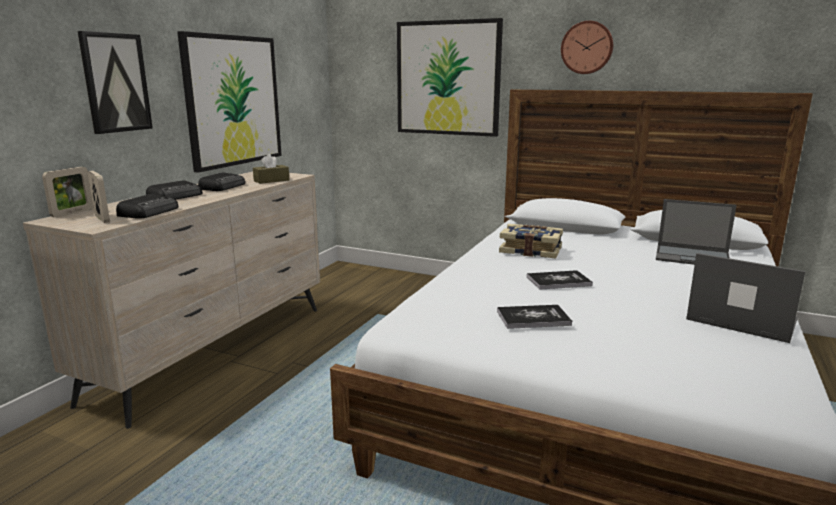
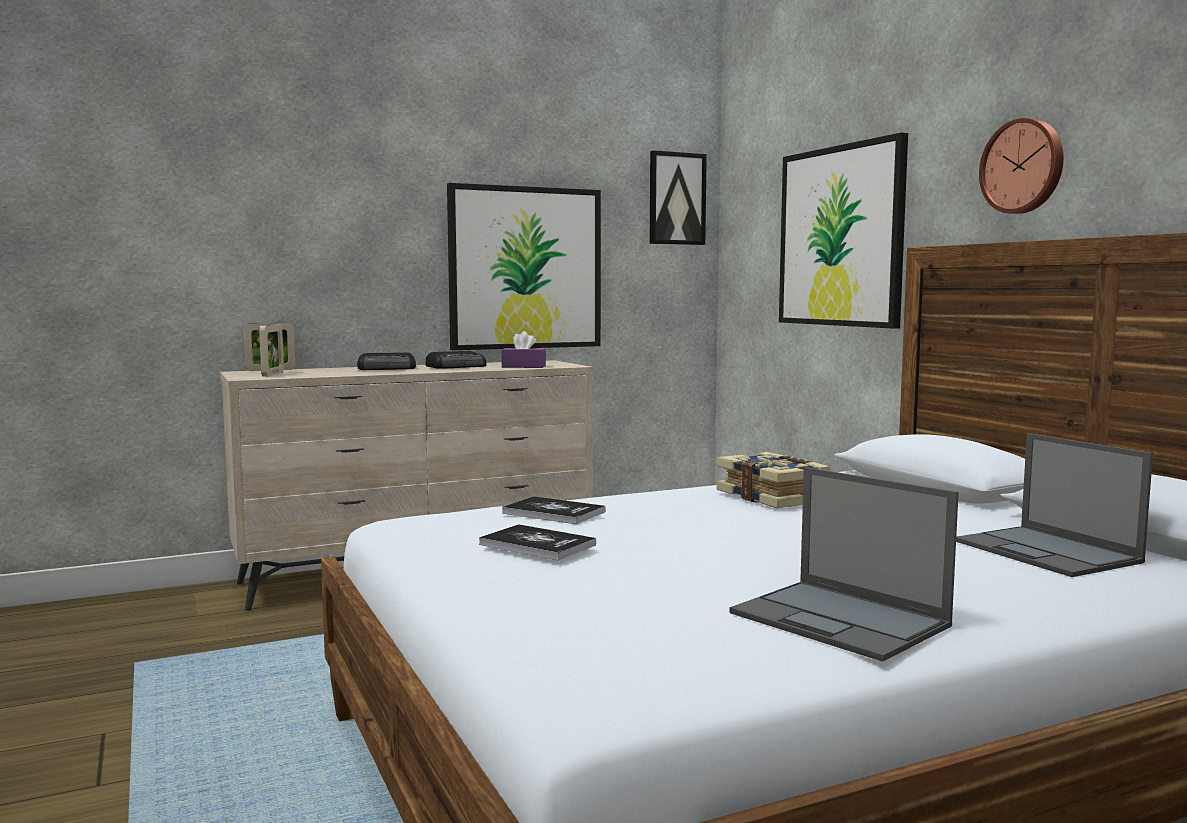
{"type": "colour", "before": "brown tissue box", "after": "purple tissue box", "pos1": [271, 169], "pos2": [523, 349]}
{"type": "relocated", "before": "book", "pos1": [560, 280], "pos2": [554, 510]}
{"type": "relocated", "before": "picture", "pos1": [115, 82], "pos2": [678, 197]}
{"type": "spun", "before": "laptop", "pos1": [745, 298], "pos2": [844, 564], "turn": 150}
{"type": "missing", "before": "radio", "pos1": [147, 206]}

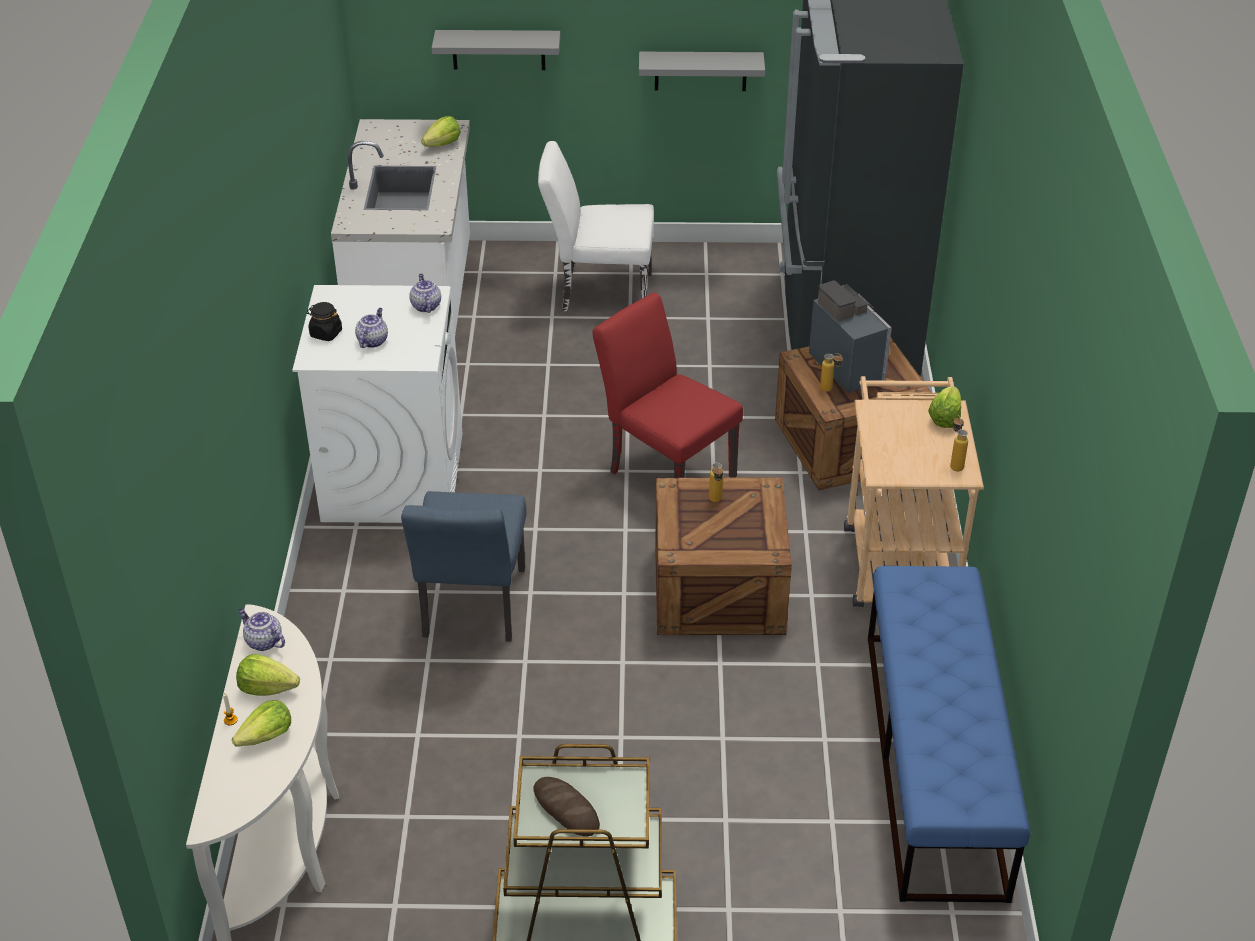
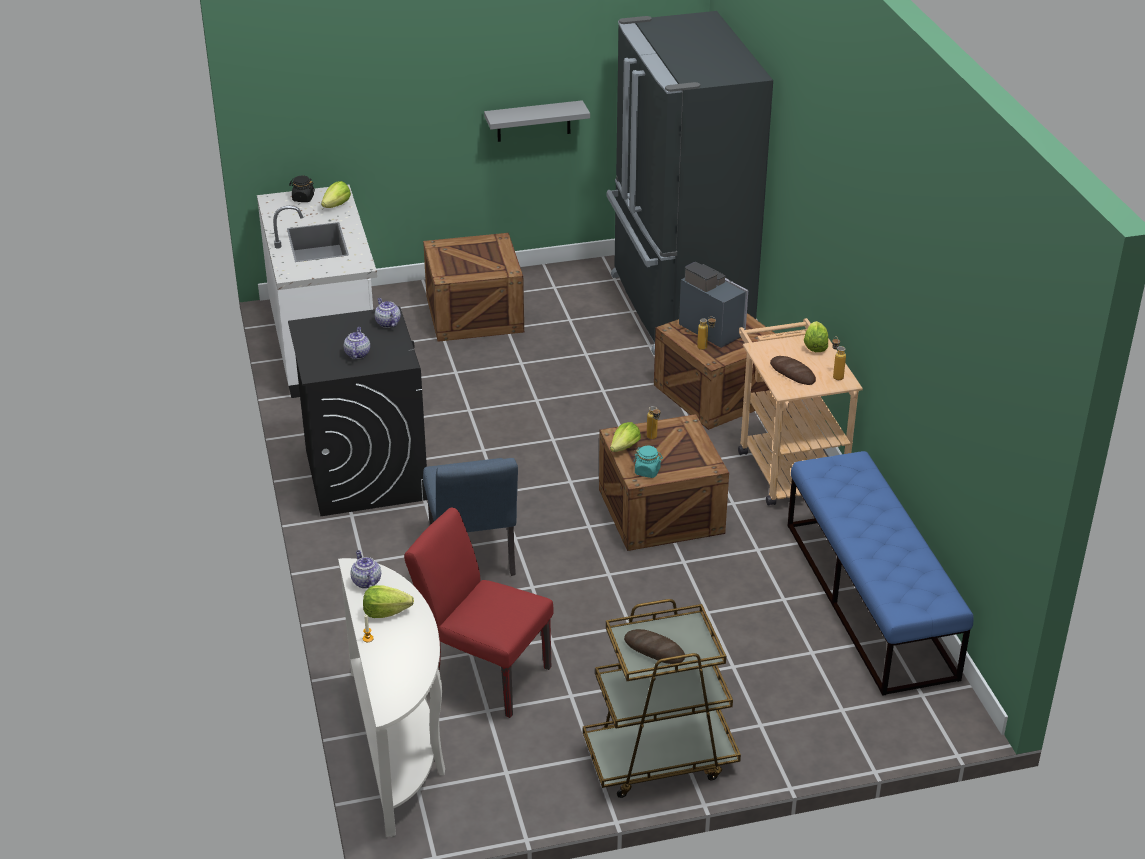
{"type": "colour", "before": "white washing machine", "after": "black washing machine", "pos1": [377, 404], "pos2": [358, 411]}
{"type": "relocated", "before": "black jar", "pos1": [324, 321], "pos2": [302, 189]}
{"type": "spun", "before": "teapot", "pos1": [261, 630], "pos2": [365, 569], "turn": 45}
{"type": "relocated", "before": "red chair", "pos1": [667, 385], "pos2": [478, 612]}
{"type": "exchanged", "before": "white chair", "after": "crate", "pos1": [596, 226], "pos2": [473, 287]}
{"type": "relocated", "before": "lettuce", "pos1": [261, 723], "pos2": [625, 437]}
{"type": "appeared", "after": "turquoise jar", "pos2": [648, 462]}
{"type": "appeared", "after": "bread", "pos2": [793, 370]}
{"type": "missing", "before": "grey shelf", "pos1": [496, 50]}

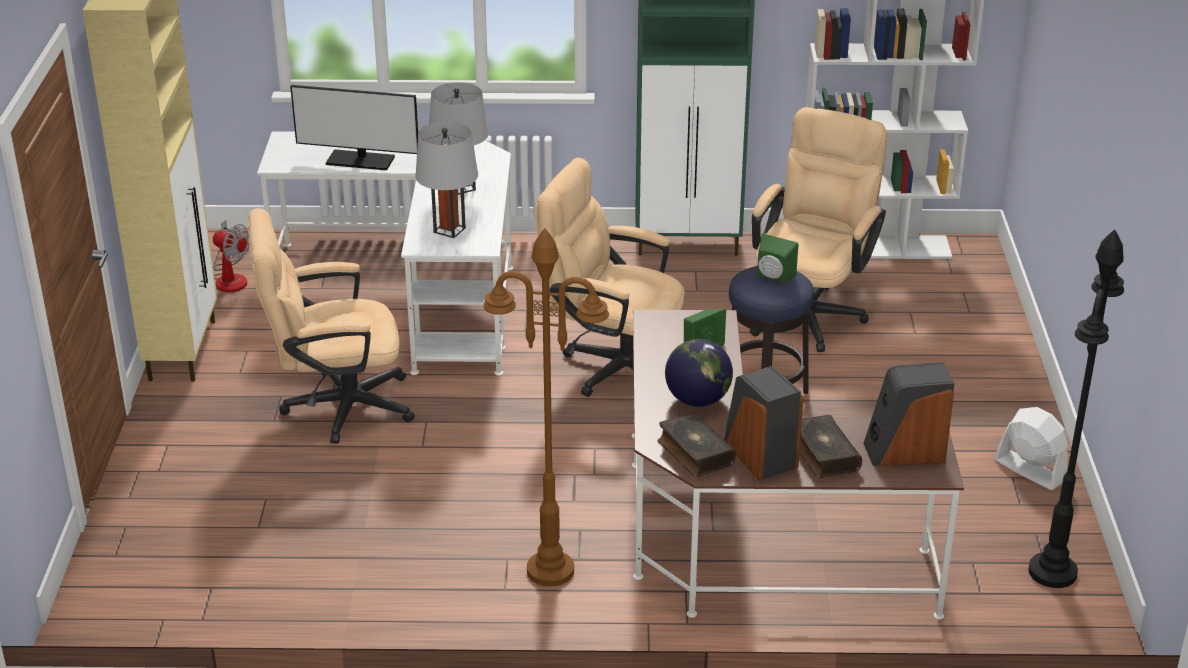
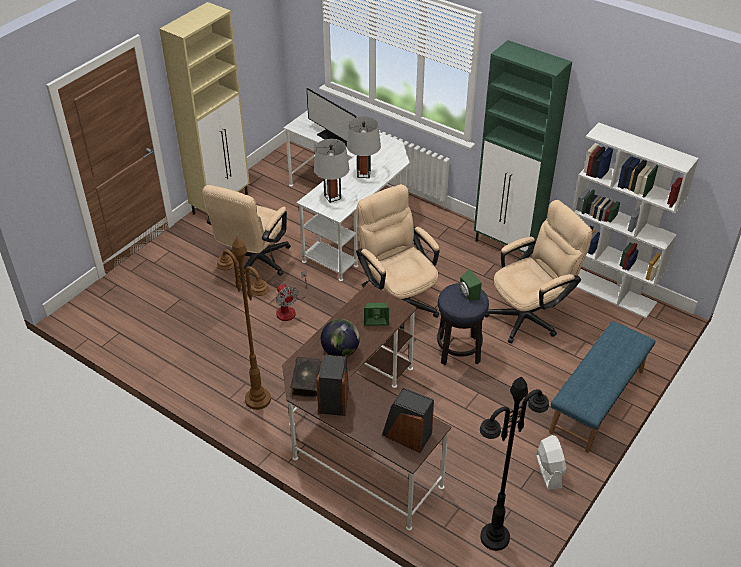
{"type": "spun", "before": "beige office chair", "pos1": [331, 326], "pos2": [246, 232], "turn": -90}
{"type": "relocated", "before": "fan", "pos1": [231, 256], "pos2": [292, 296]}
{"type": "appeared", "after": "blue bench", "pos2": [602, 387]}
{"type": "missing", "before": "book", "pos1": [830, 446]}

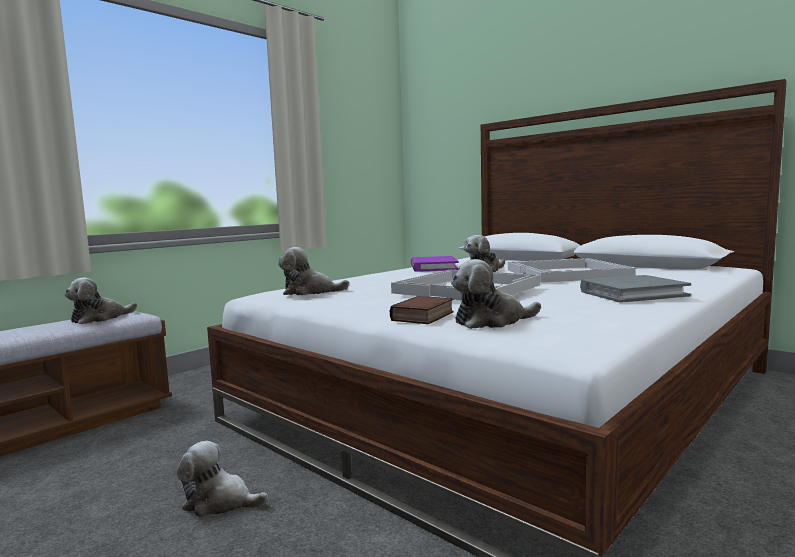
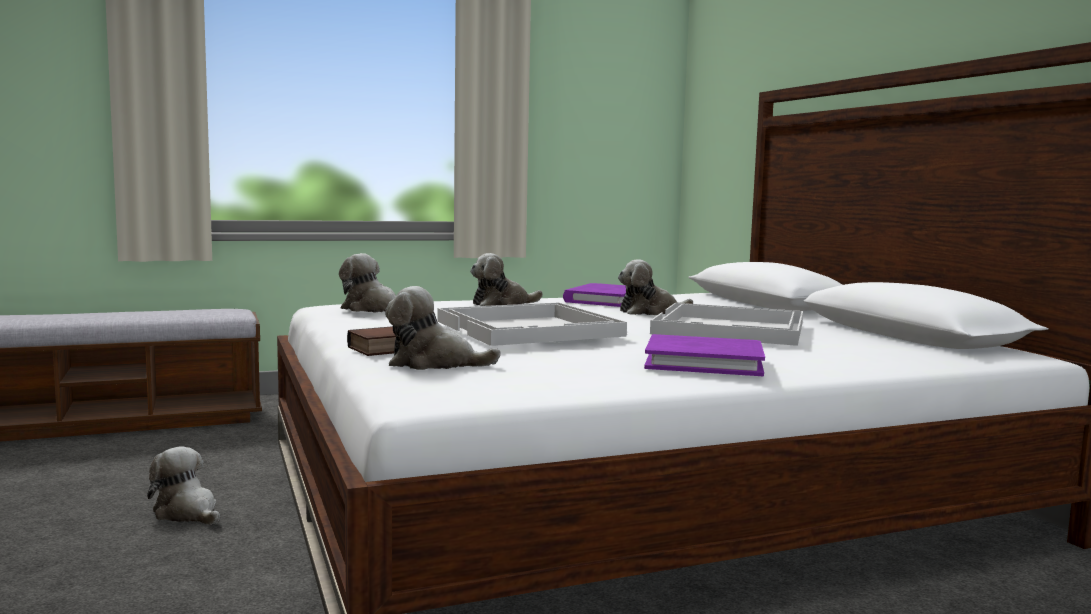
{"type": "relocated", "before": "plush toy", "pos1": [101, 300], "pos2": [506, 279]}
{"type": "colour", "before": "grey book", "after": "purple book", "pos1": [635, 289], "pos2": [704, 355]}

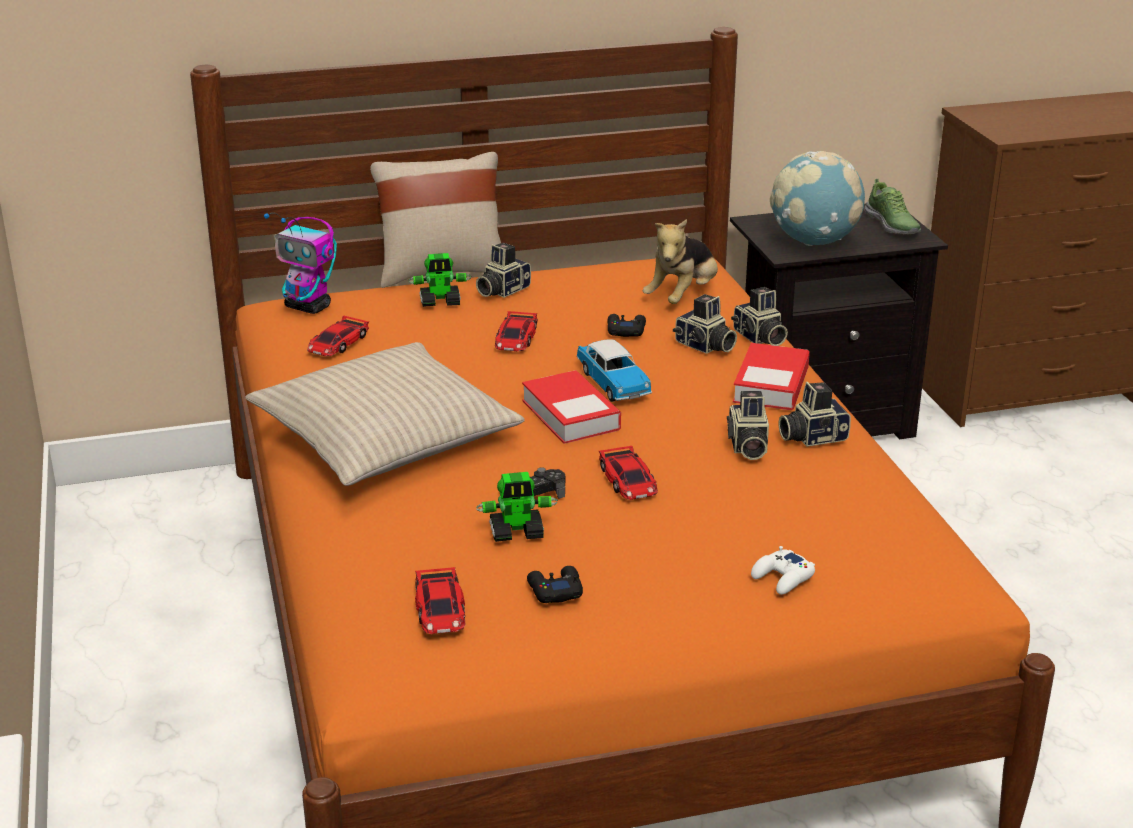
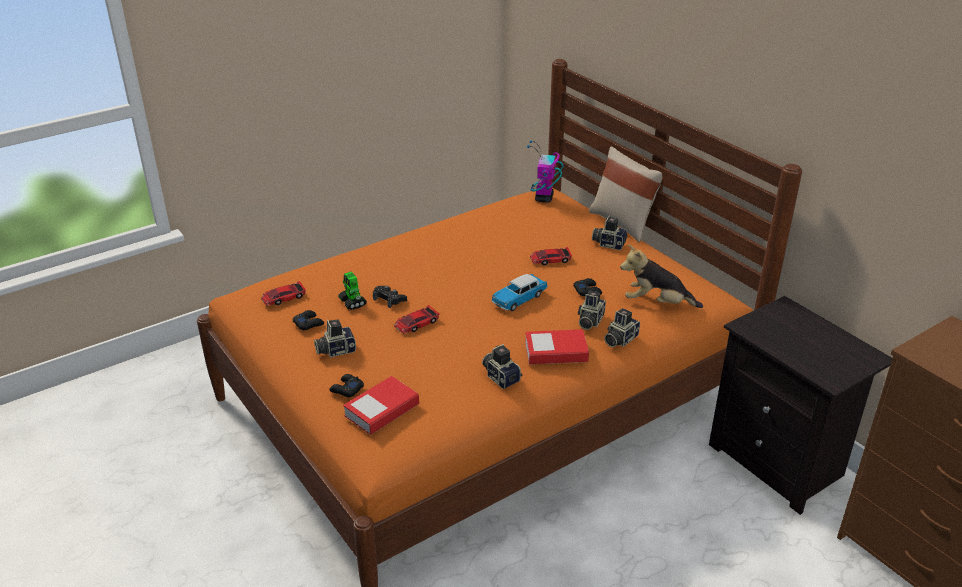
{"type": "relocated", "before": "photo camera", "pos1": [748, 425], "pos2": [335, 338]}
{"type": "colour", "before": "white game controller", "after": "black game controller", "pos1": [783, 570], "pos2": [346, 385]}
{"type": "relocated", "before": "book", "pos1": [571, 407], "pos2": [381, 405]}
{"type": "missing", "before": "beige pillow", "pos1": [385, 414]}
{"type": "missing", "before": "toy car", "pos1": [338, 336]}
{"type": "missing", "before": "toy robot", "pos1": [439, 280]}
{"type": "missing", "before": "globe", "pos1": [817, 198]}
{"type": "missing", "before": "shoe", "pos1": [892, 206]}

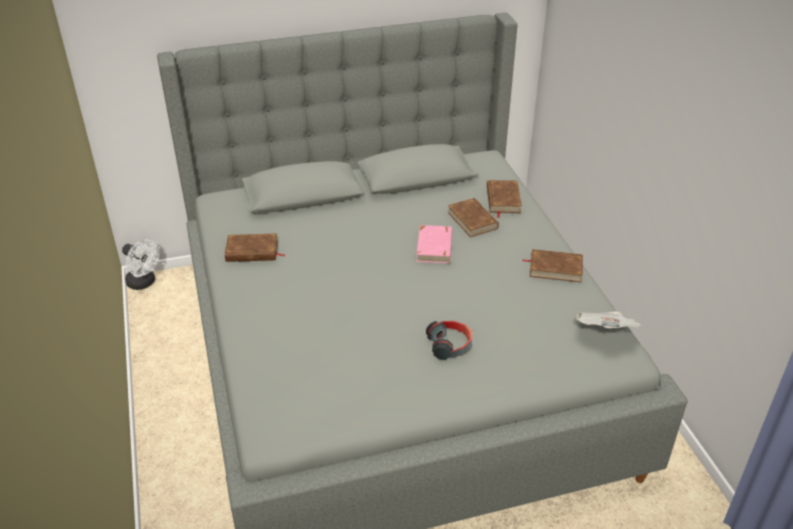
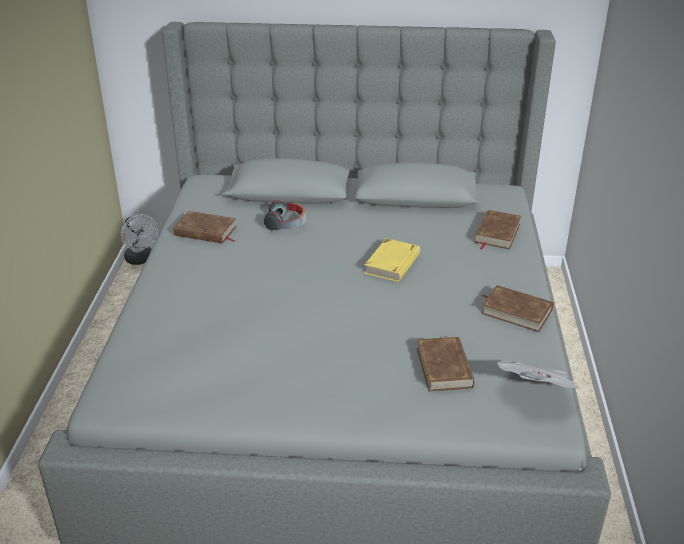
{"type": "relocated", "before": "headphones", "pos1": [449, 340], "pos2": [285, 215]}
{"type": "colour", "before": "pink book", "after": "yellow book", "pos1": [434, 244], "pos2": [392, 260]}
{"type": "relocated", "before": "brown book", "pos1": [473, 217], "pos2": [446, 364]}

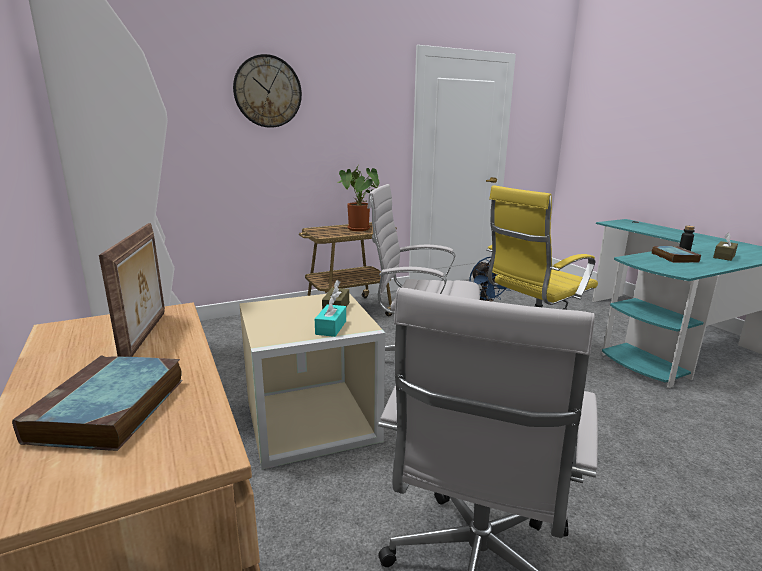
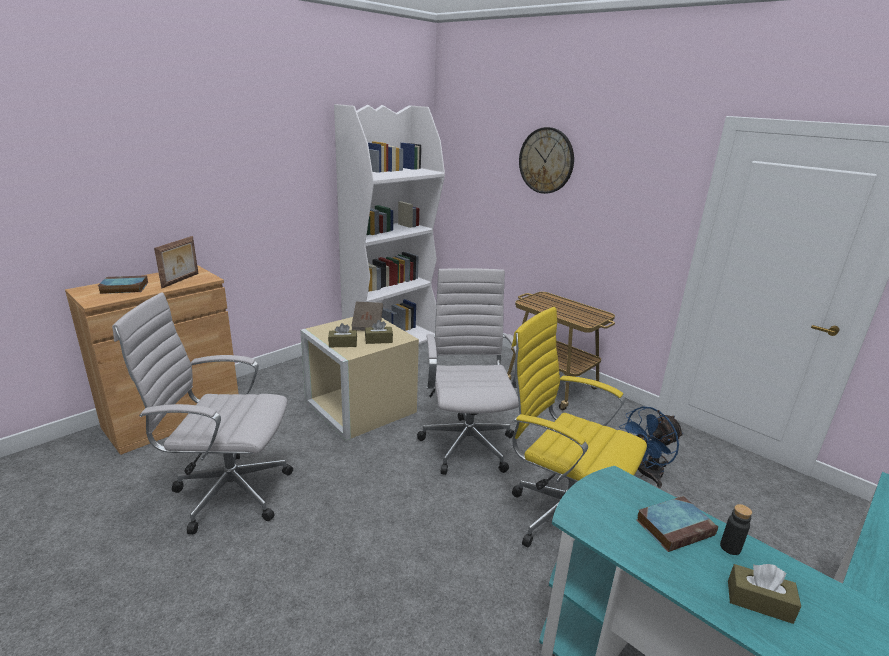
{"type": "spun", "before": "picture frame", "pos1": [132, 290], "pos2": [176, 262], "turn": -45}
{"type": "colour", "before": "turquoise tissue box", "after": "brown tissue box", "pos1": [330, 316], "pos2": [342, 335]}
{"type": "appeared", "after": "brown book", "pos2": [367, 316]}
{"type": "missing", "before": "potted plant", "pos1": [358, 198]}

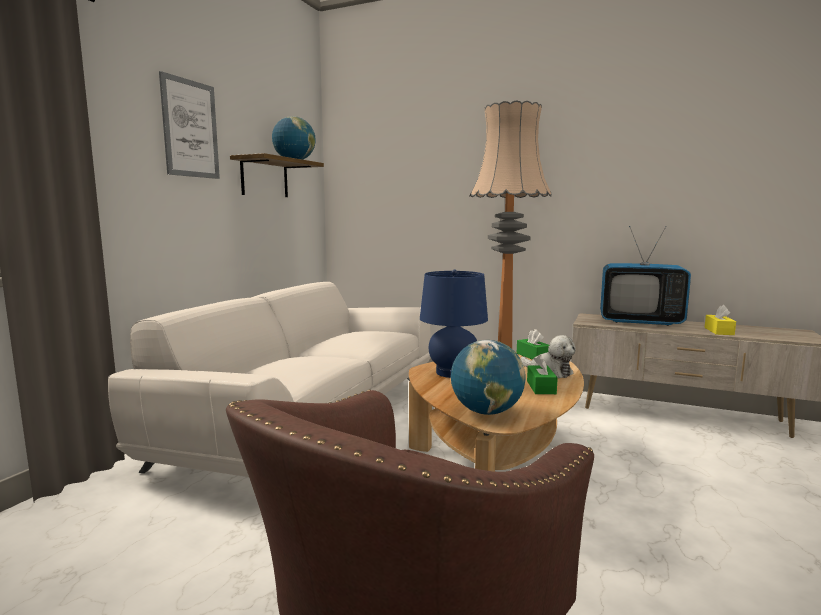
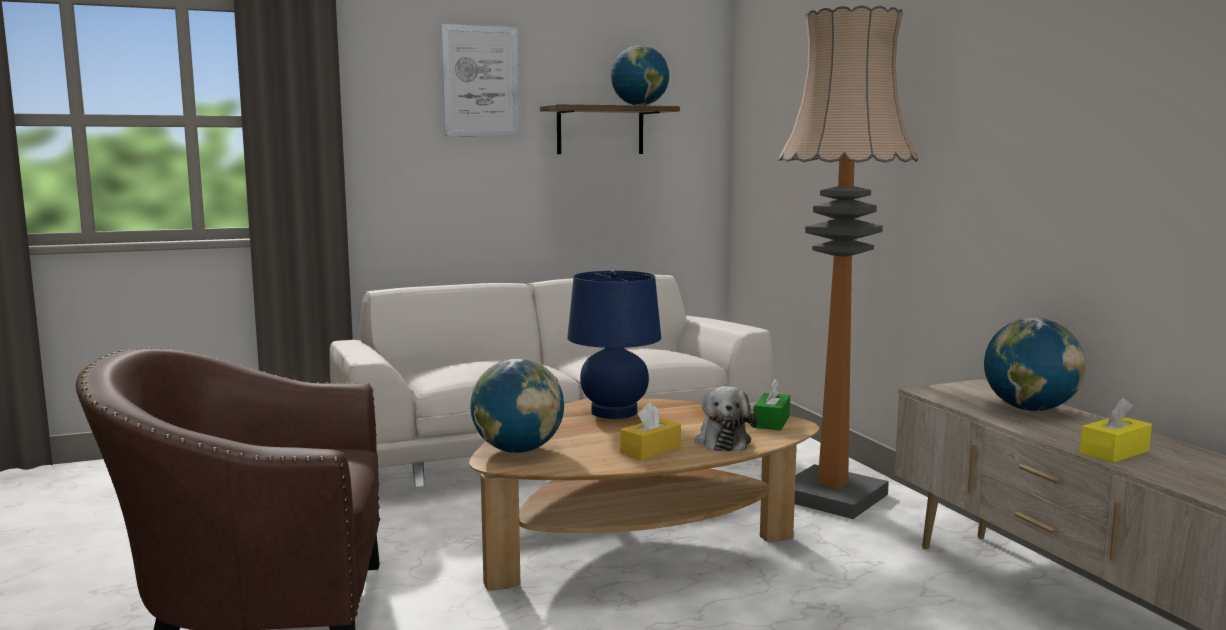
{"type": "colour", "before": "green tissue box", "after": "yellow tissue box", "pos1": [542, 374], "pos2": [650, 431]}
{"type": "exchanged", "before": "television", "after": "globe", "pos1": [645, 276], "pos2": [1035, 364]}

